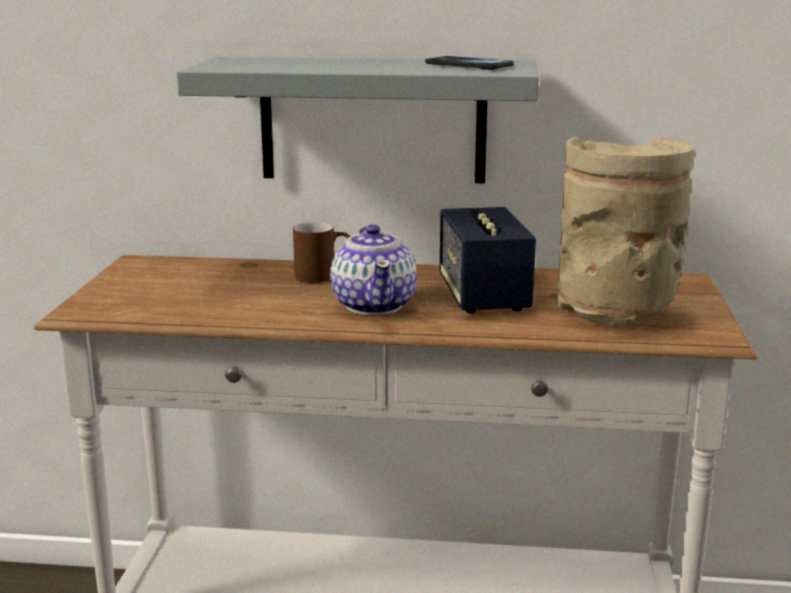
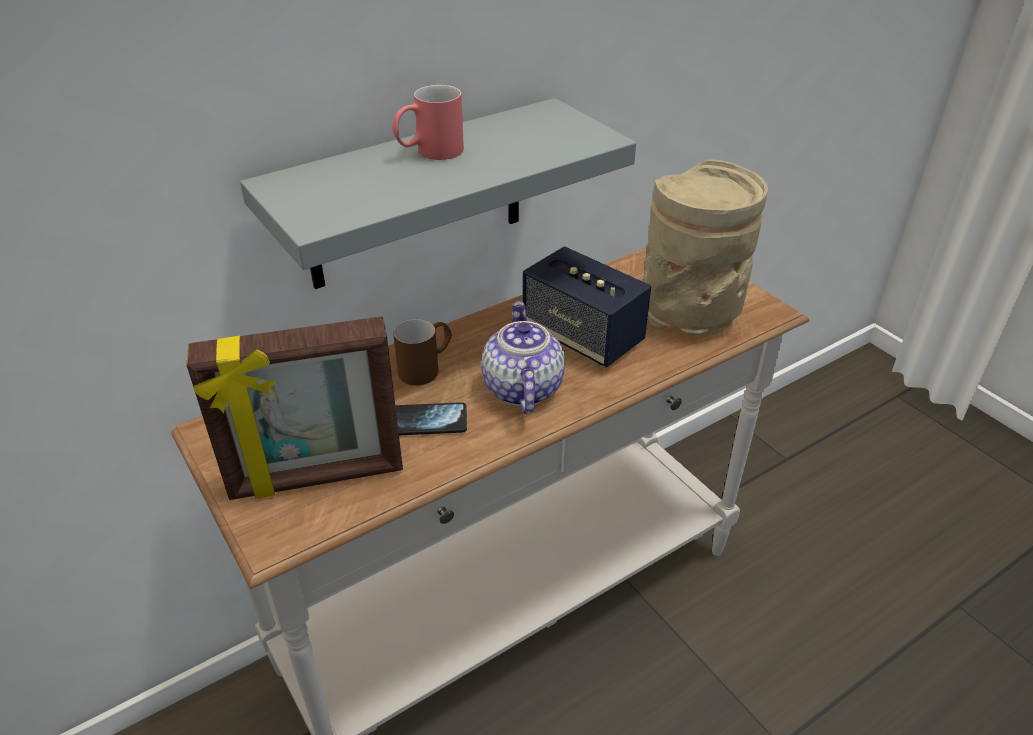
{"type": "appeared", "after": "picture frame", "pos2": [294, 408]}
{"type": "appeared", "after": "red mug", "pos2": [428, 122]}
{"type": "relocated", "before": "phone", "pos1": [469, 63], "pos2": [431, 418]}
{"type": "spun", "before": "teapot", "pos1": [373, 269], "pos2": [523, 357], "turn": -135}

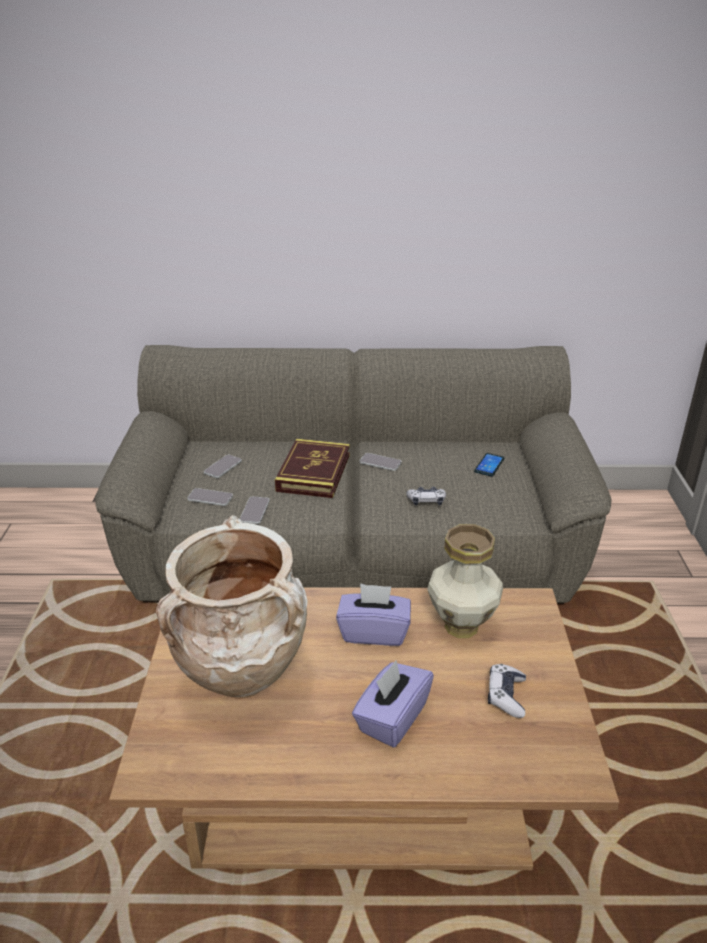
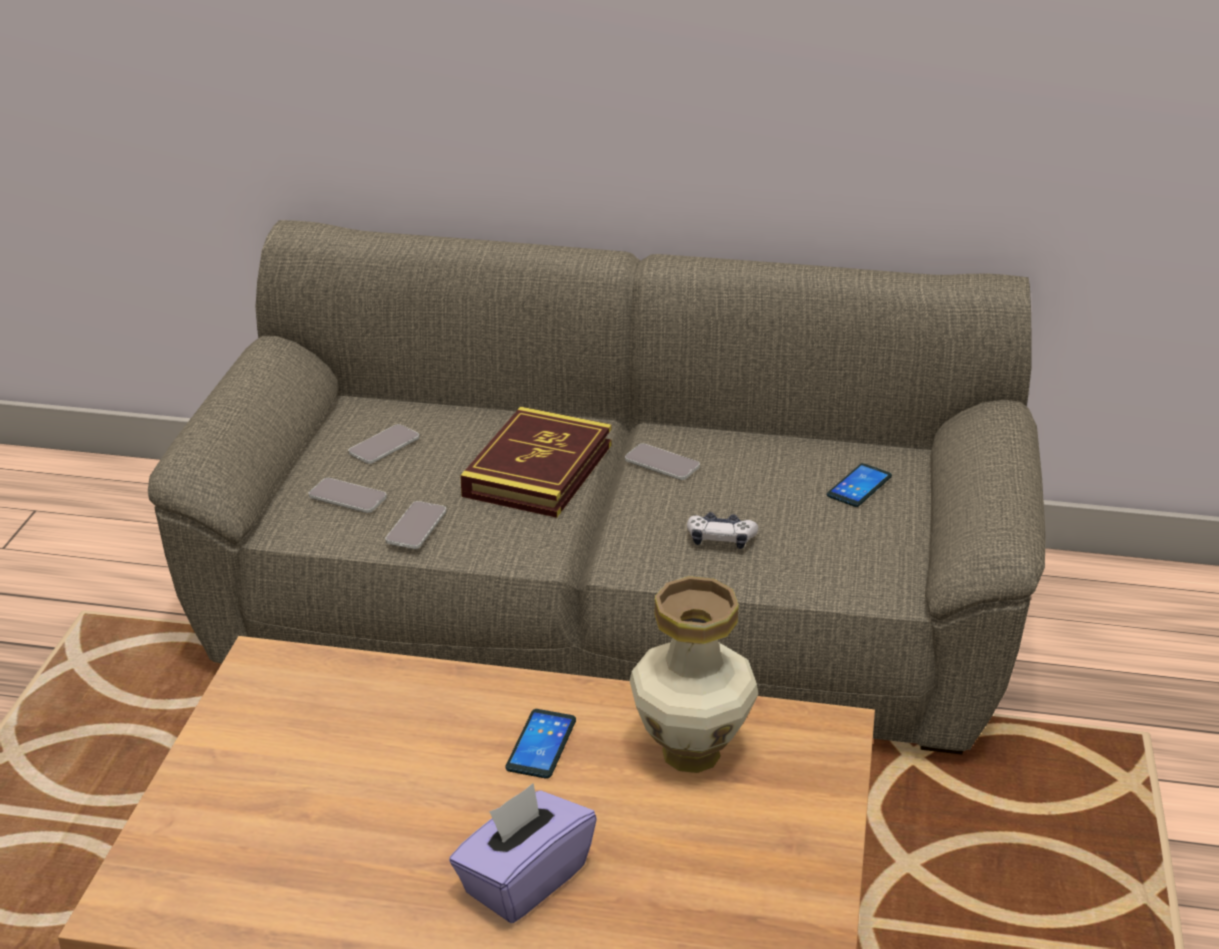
{"type": "exchanged", "before": "purple tissue box", "after": "phone", "pos1": [373, 614], "pos2": [541, 744]}
{"type": "missing", "before": "beige vase", "pos1": [232, 607]}
{"type": "missing", "before": "game controller", "pos1": [507, 691]}

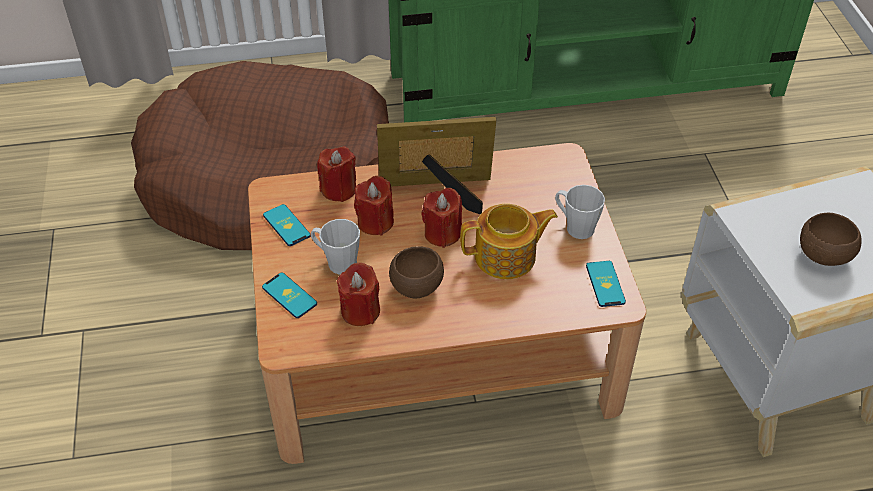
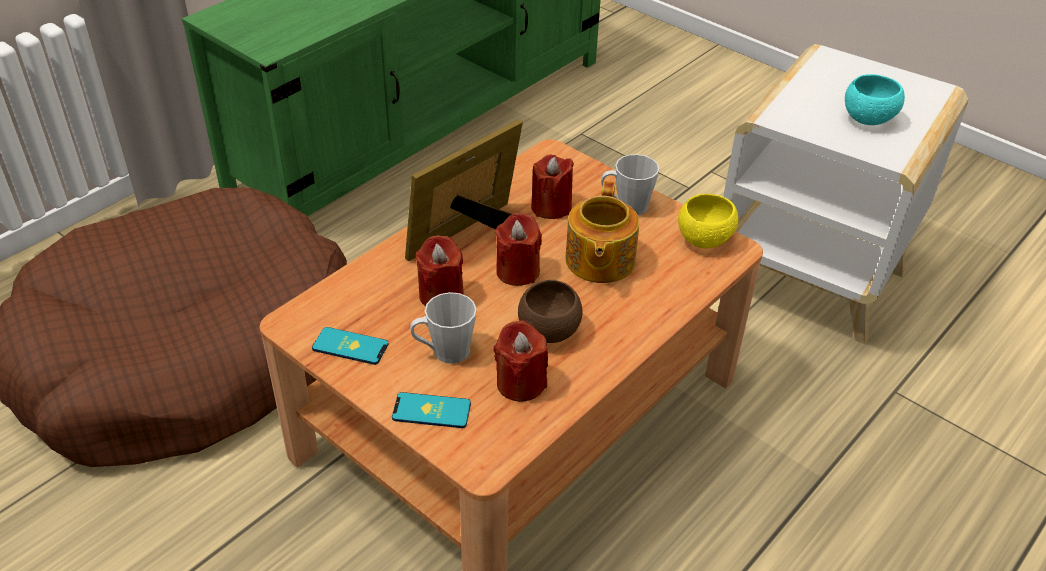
{"type": "relocated", "before": "red candle", "pos1": [336, 174], "pos2": [552, 186]}
{"type": "spun", "before": "teapot", "pos1": [509, 241], "pos2": [602, 232], "turn": 150}
{"type": "exchanged", "before": "phone", "after": "yellow bowl", "pos1": [606, 284], "pos2": [708, 221]}
{"type": "colour", "before": "brown bowl", "after": "turquoise bowl", "pos1": [831, 239], "pos2": [875, 99]}

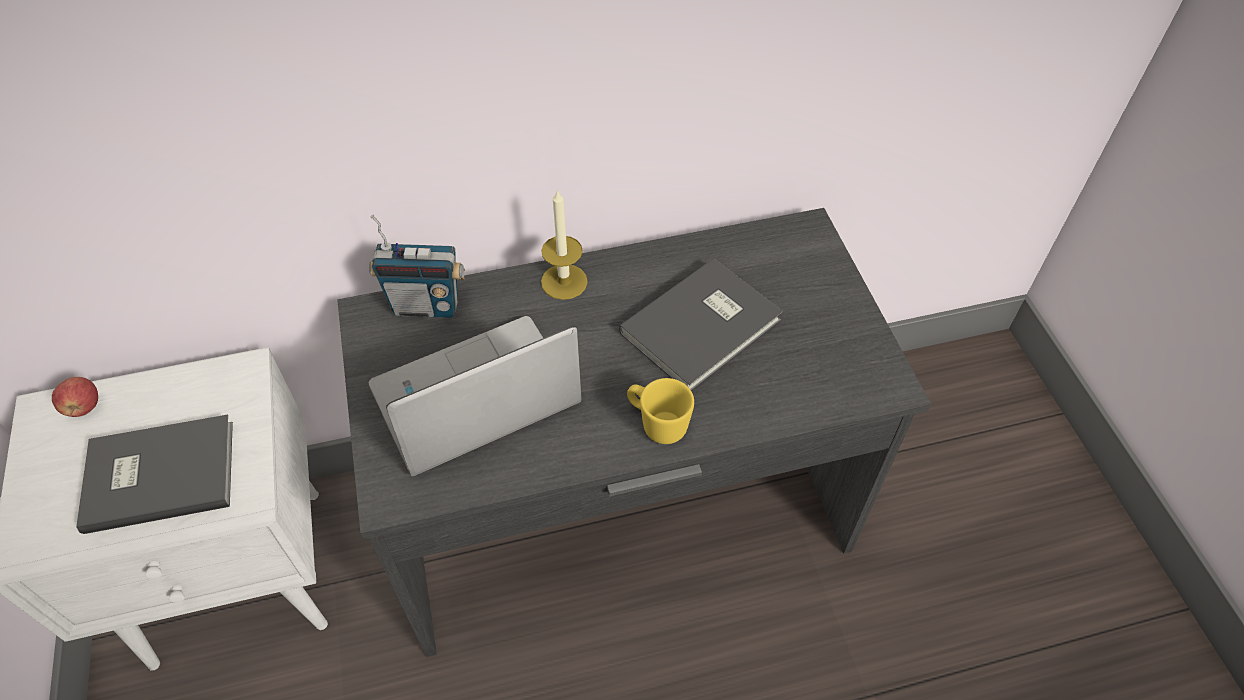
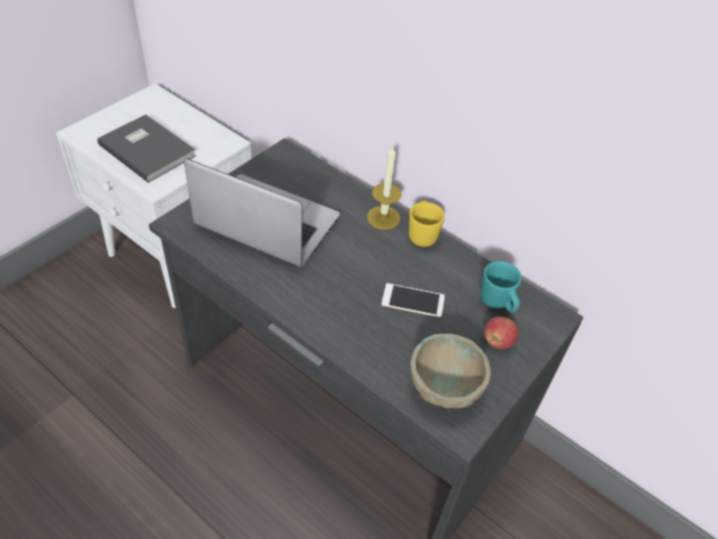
{"type": "exchanged", "before": "grey book", "after": "phone", "pos1": [701, 324], "pos2": [413, 300]}
{"type": "relocated", "before": "yellow mug", "pos1": [660, 411], "pos2": [427, 224]}
{"type": "appeared", "after": "beige bowl", "pos2": [450, 371]}
{"type": "appeared", "after": "turquoise mug", "pos2": [501, 287]}
{"type": "relocated", "before": "apple", "pos1": [75, 397], "pos2": [501, 333]}
{"type": "missing", "before": "radio", "pos1": [417, 266]}

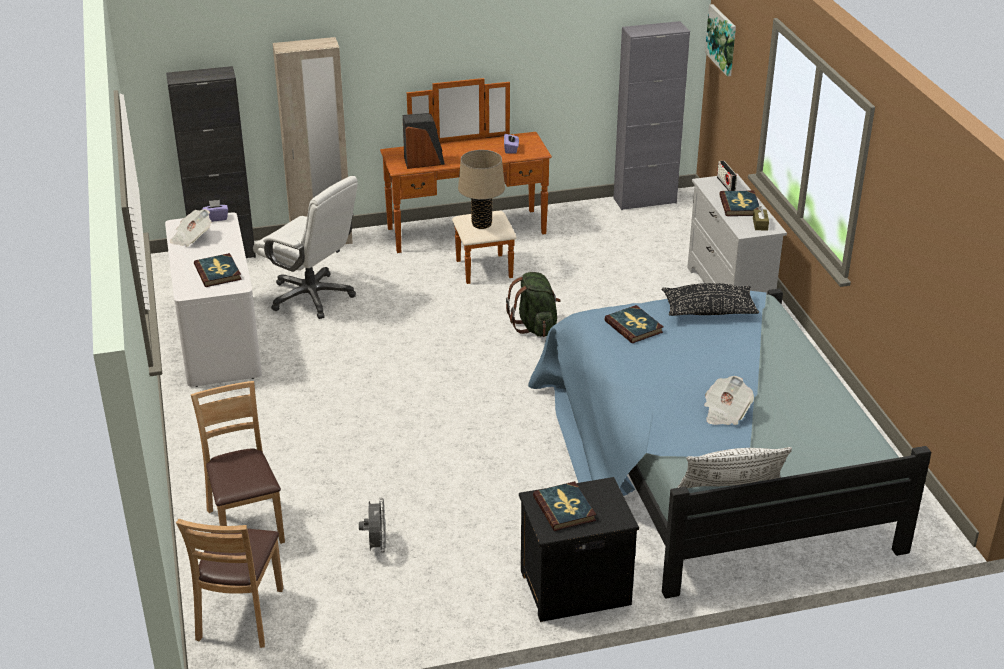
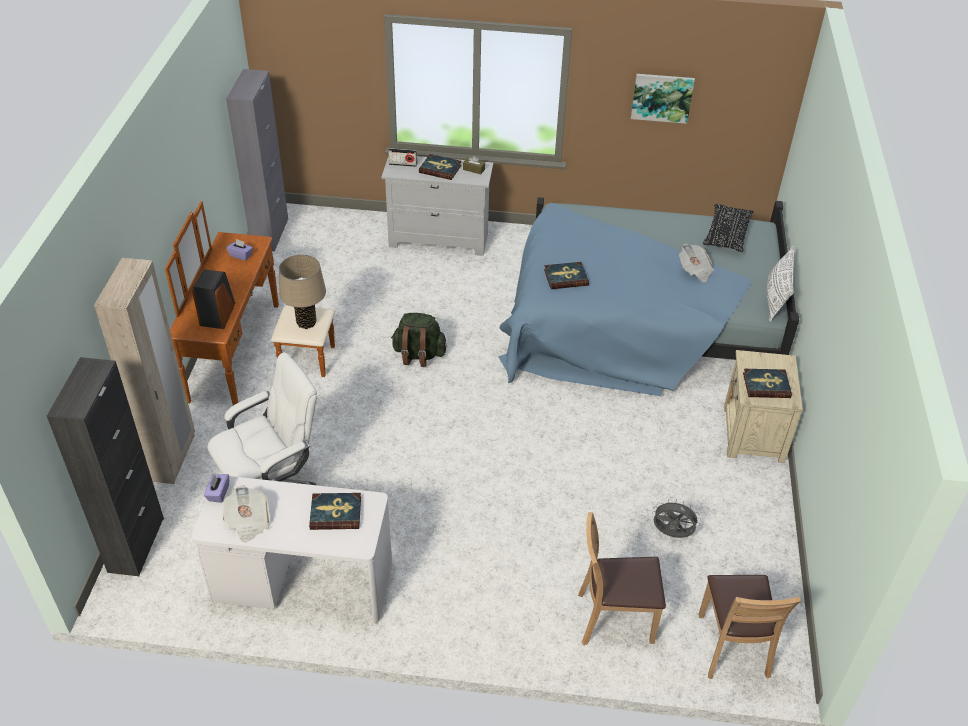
{"type": "relocated", "before": "picture", "pos1": [720, 40], "pos2": [663, 99]}
{"type": "spun", "before": "brown chair", "pos1": [229, 583], "pos2": [749, 627], "turn": 60}
{"type": "relocated", "before": "black pillow", "pos1": [710, 299], "pos2": [728, 227]}
{"type": "colour", "before": "black nightstand", "after": "beige nightstand", "pos1": [579, 549], "pos2": [763, 406]}

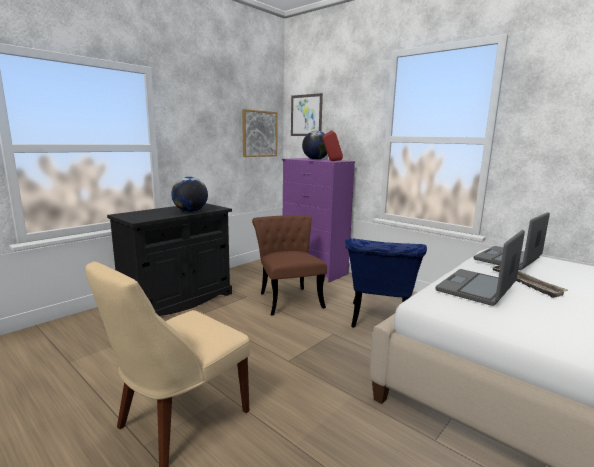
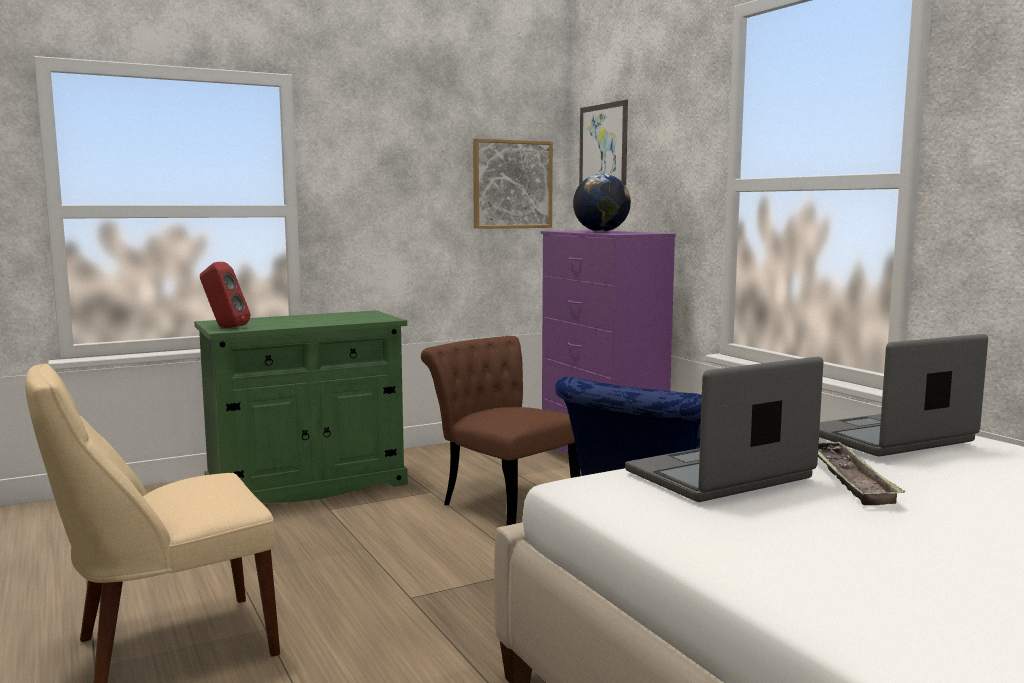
{"type": "colour", "before": "black cabinet", "after": "green cabinet", "pos1": [169, 259], "pos2": [301, 406]}
{"type": "relocated", "before": "red speaker", "pos1": [332, 146], "pos2": [225, 295]}
{"type": "spun", "before": "brown chair", "pos1": [289, 265], "pos2": [501, 431], "turn": -45}
{"type": "missing", "before": "globe", "pos1": [189, 194]}

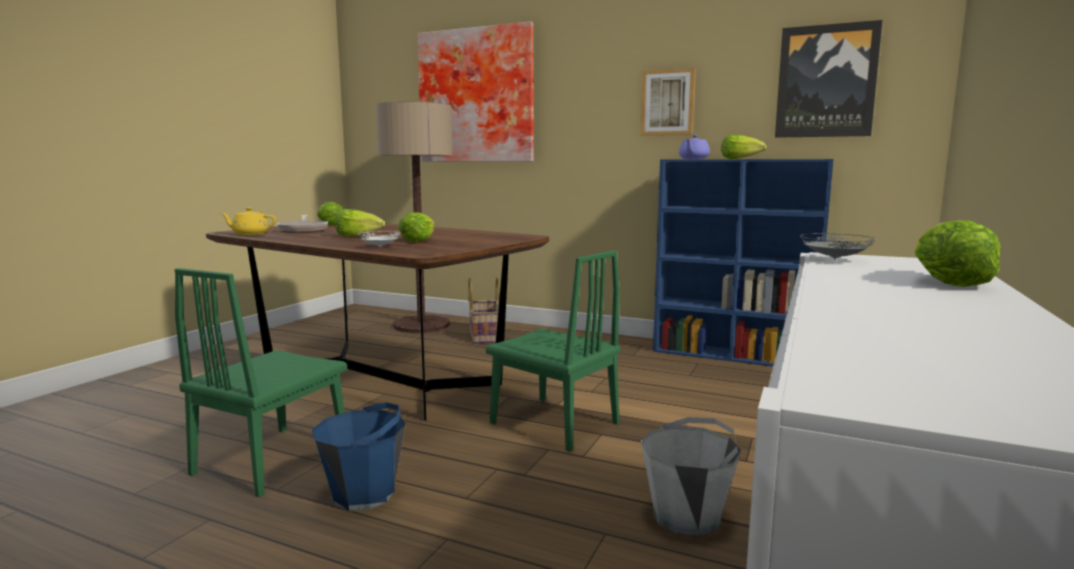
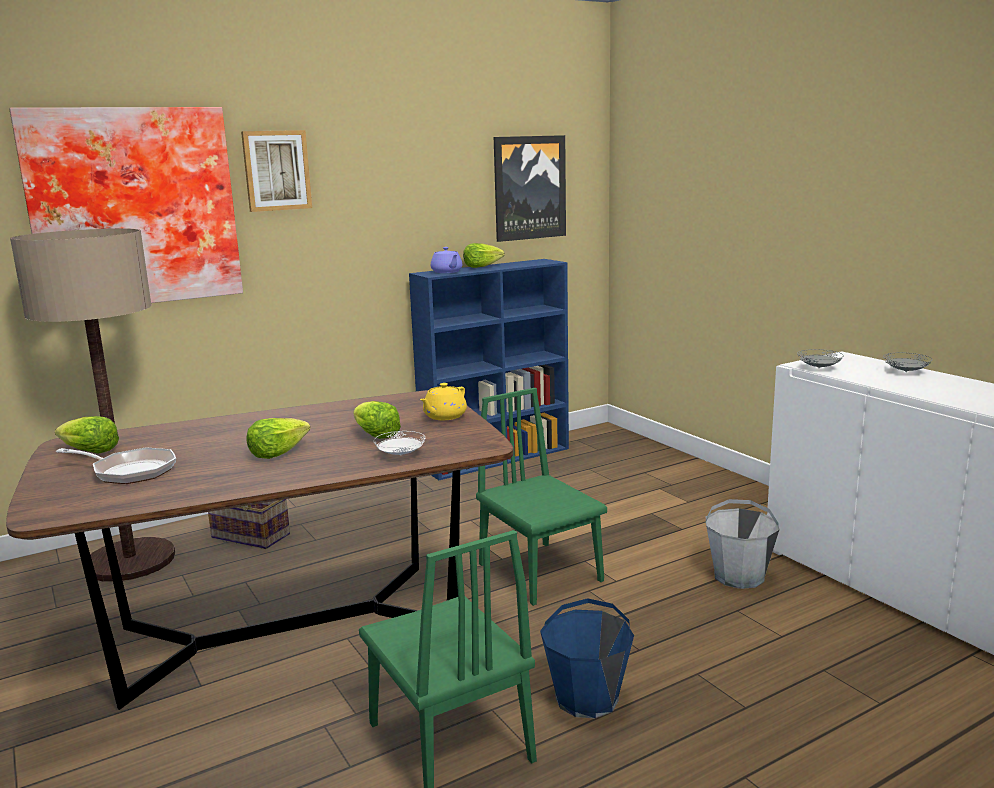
{"type": "relocated", "before": "picture", "pos1": [668, 102], "pos2": [276, 171]}
{"type": "relocated", "before": "yellow teapot", "pos1": [248, 221], "pos2": [443, 401]}
{"type": "spun", "before": "green chair", "pos1": [553, 351], "pos2": [541, 497], "turn": -105}
{"type": "exchanged", "before": "lettuce", "after": "grey plate", "pos1": [957, 253], "pos2": [908, 362]}

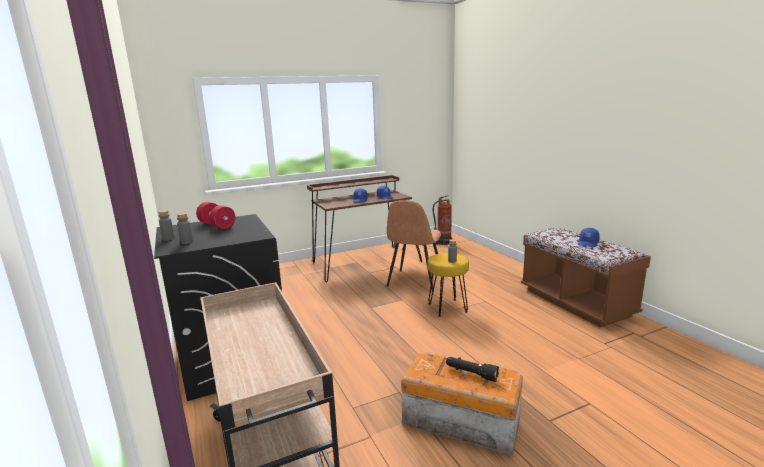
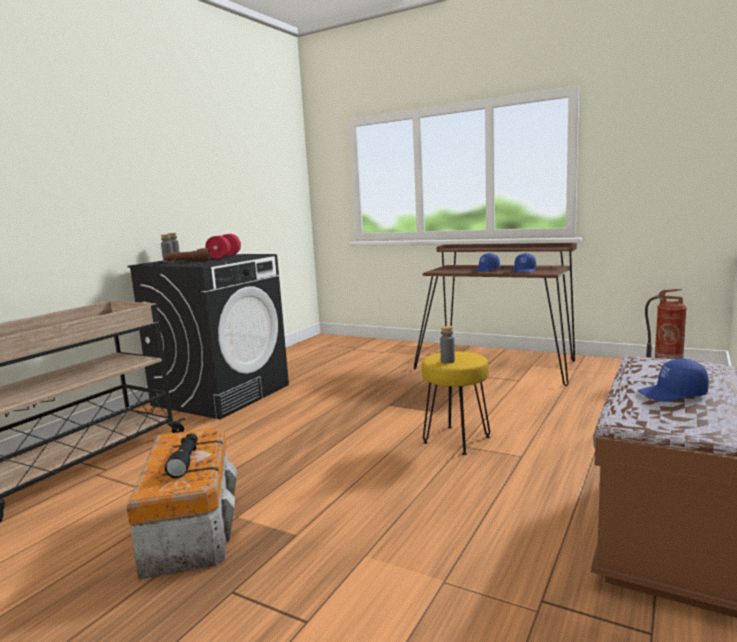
{"type": "appeared", "after": "brown flashlight", "pos2": [187, 254]}
{"type": "missing", "before": "brown chair", "pos1": [414, 246]}

